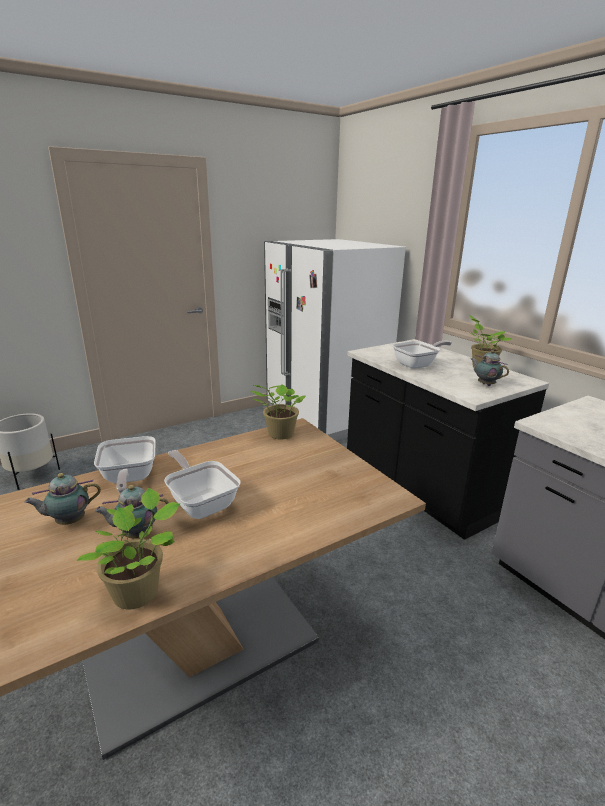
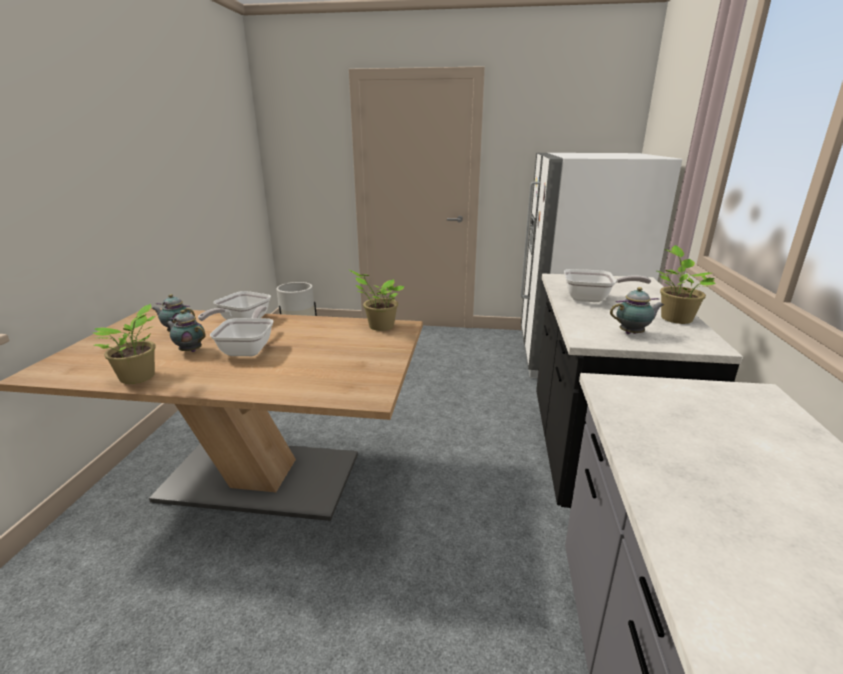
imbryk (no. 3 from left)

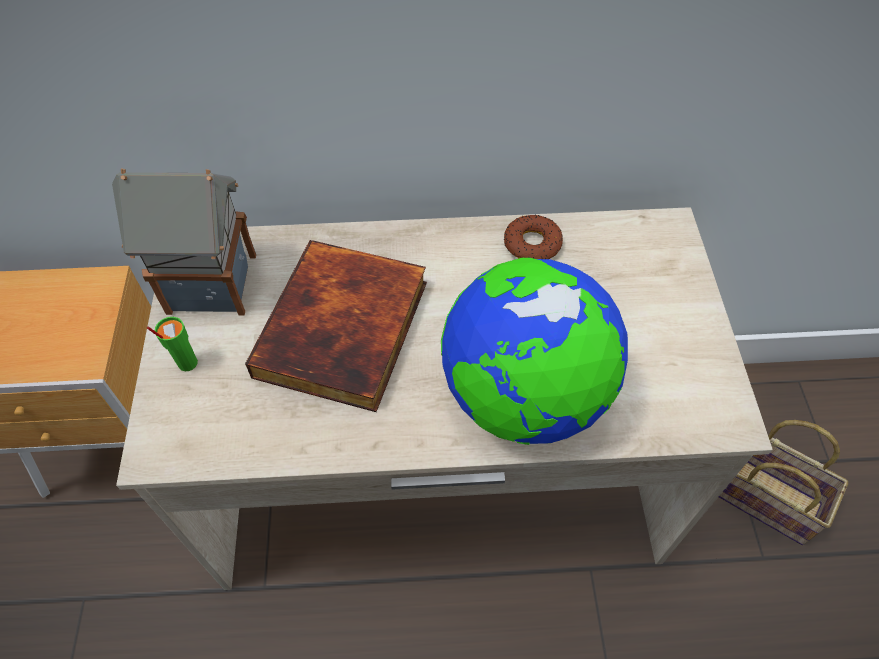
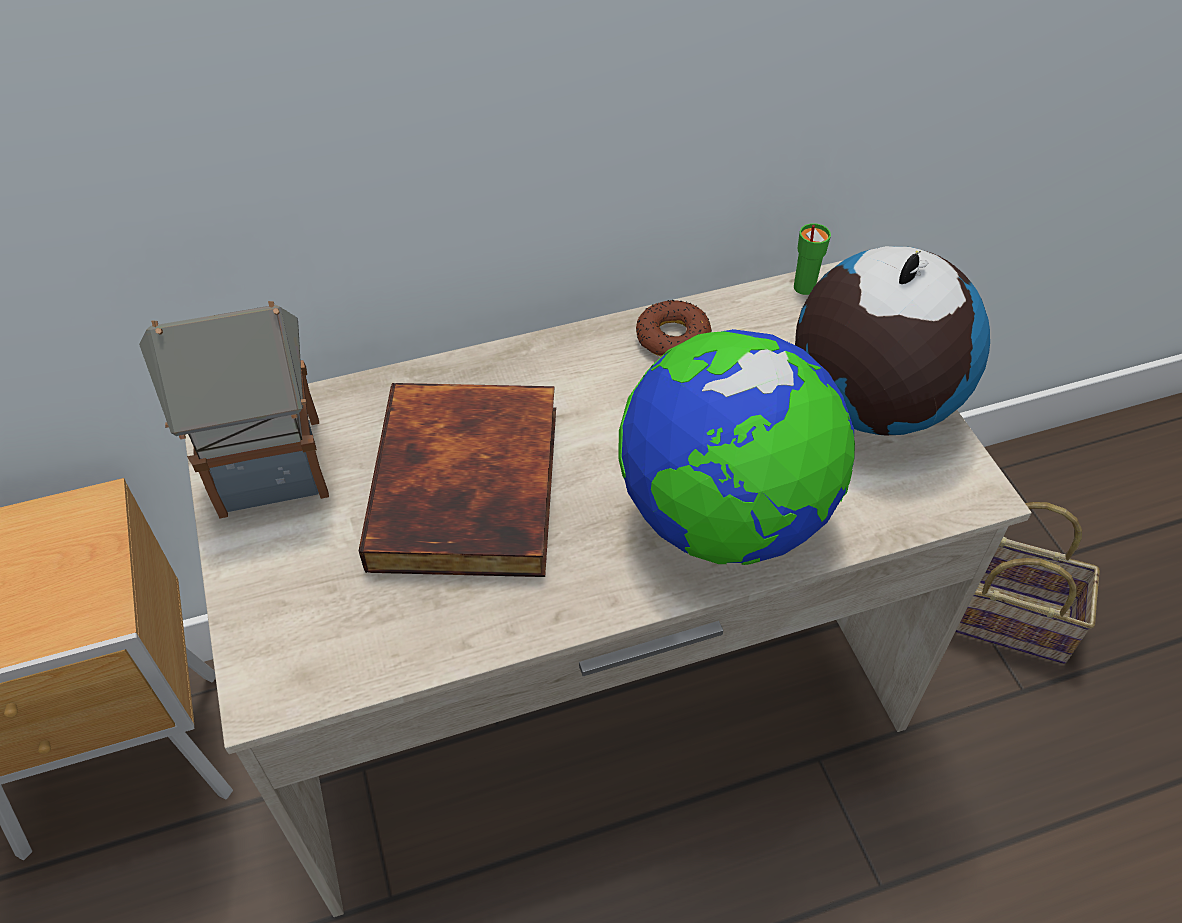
filiżanka [zielony]
globus (no. 2 from left)

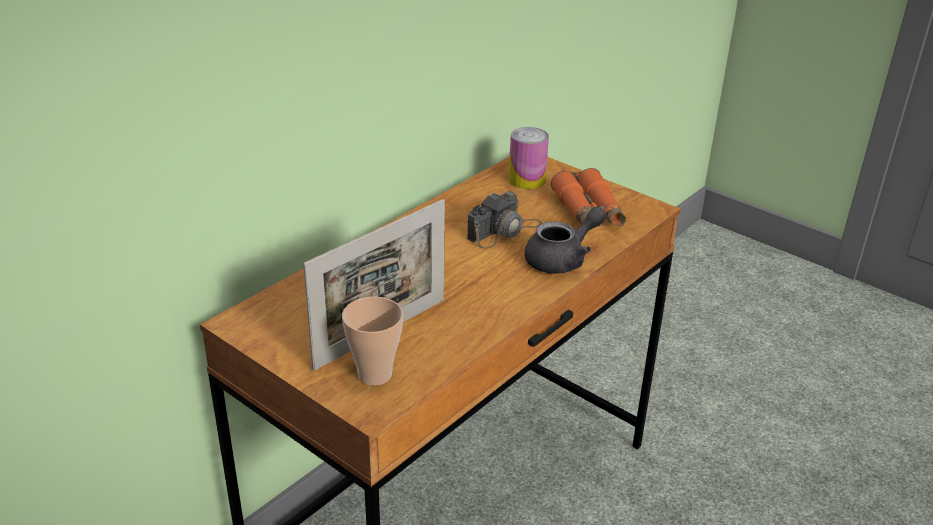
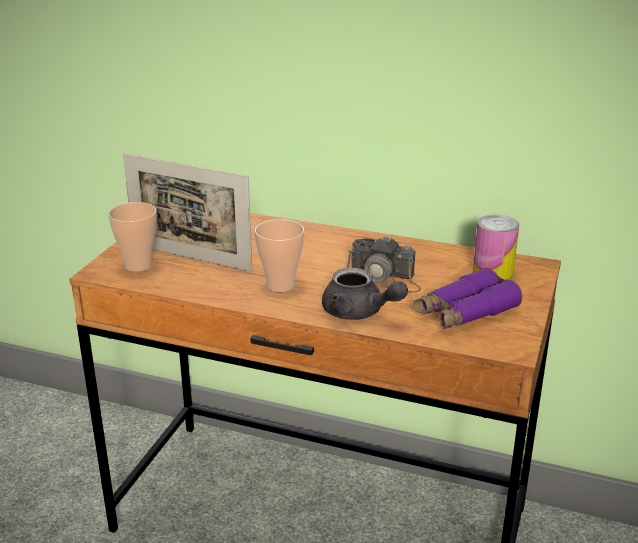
lornetka [fioletowy]
filiżanka (no. 2 from left)

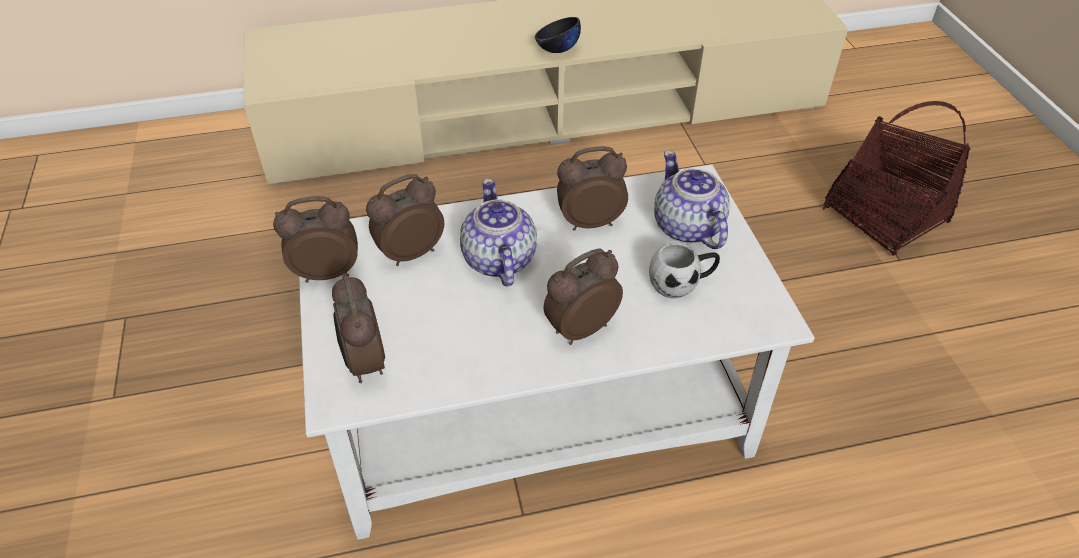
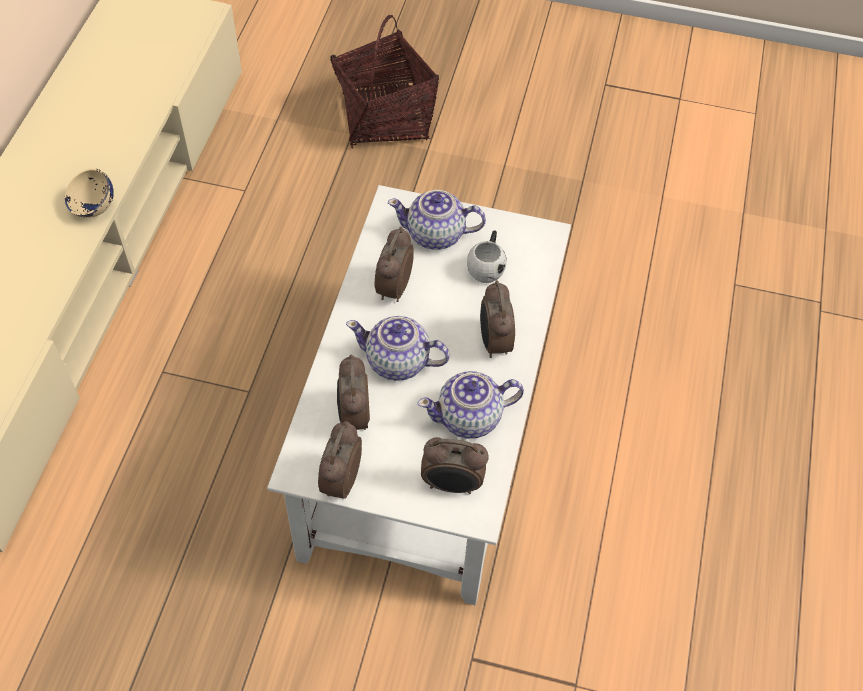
miska [beżowy]
imbryk (no. 3 from left)

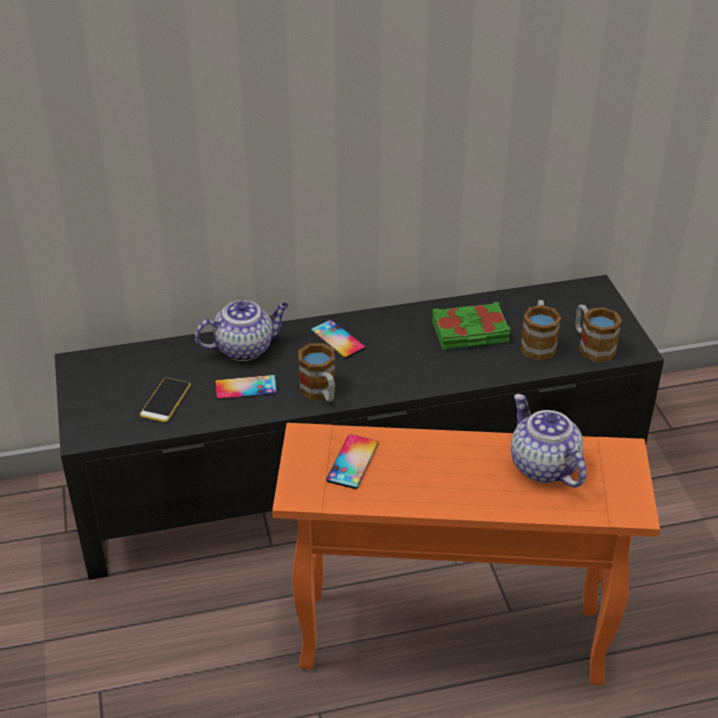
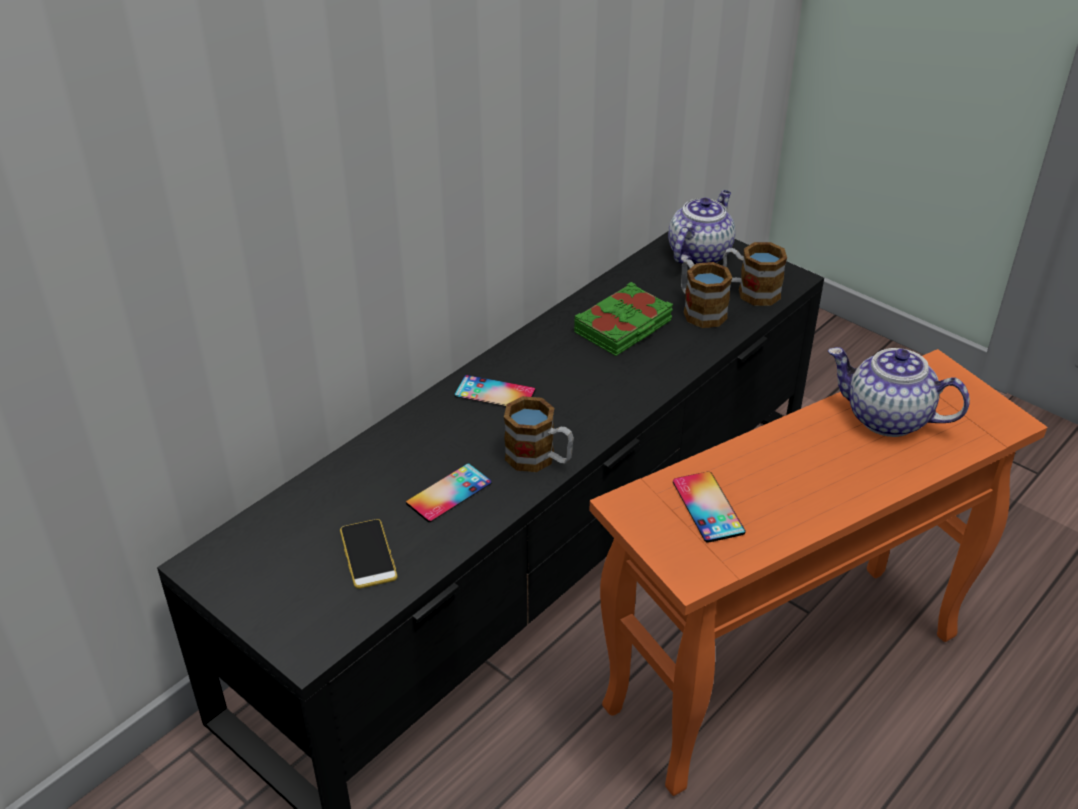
imbryk (no. 1 from left)

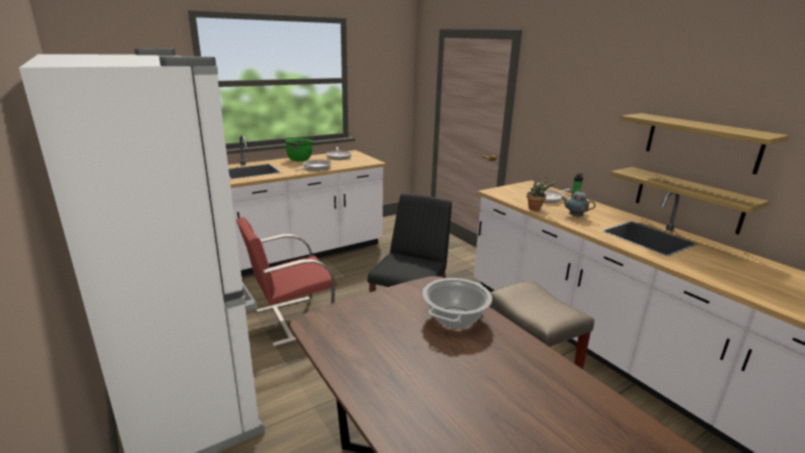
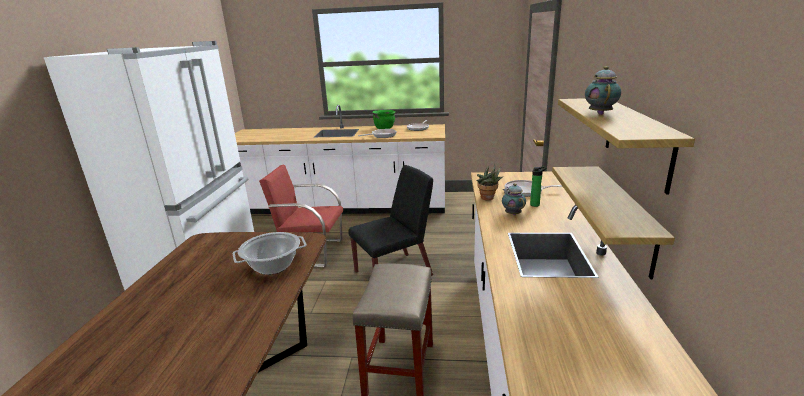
imbryk (no. 2 from left)

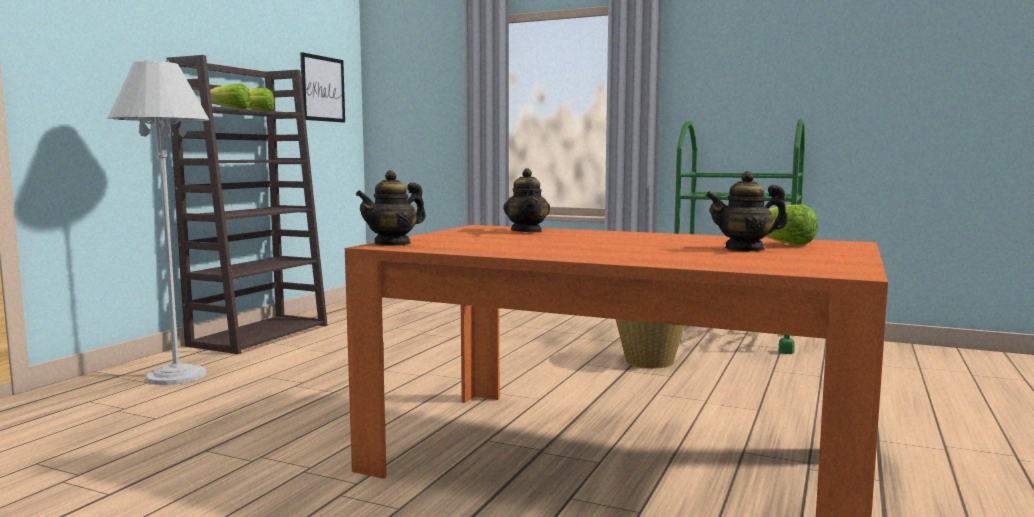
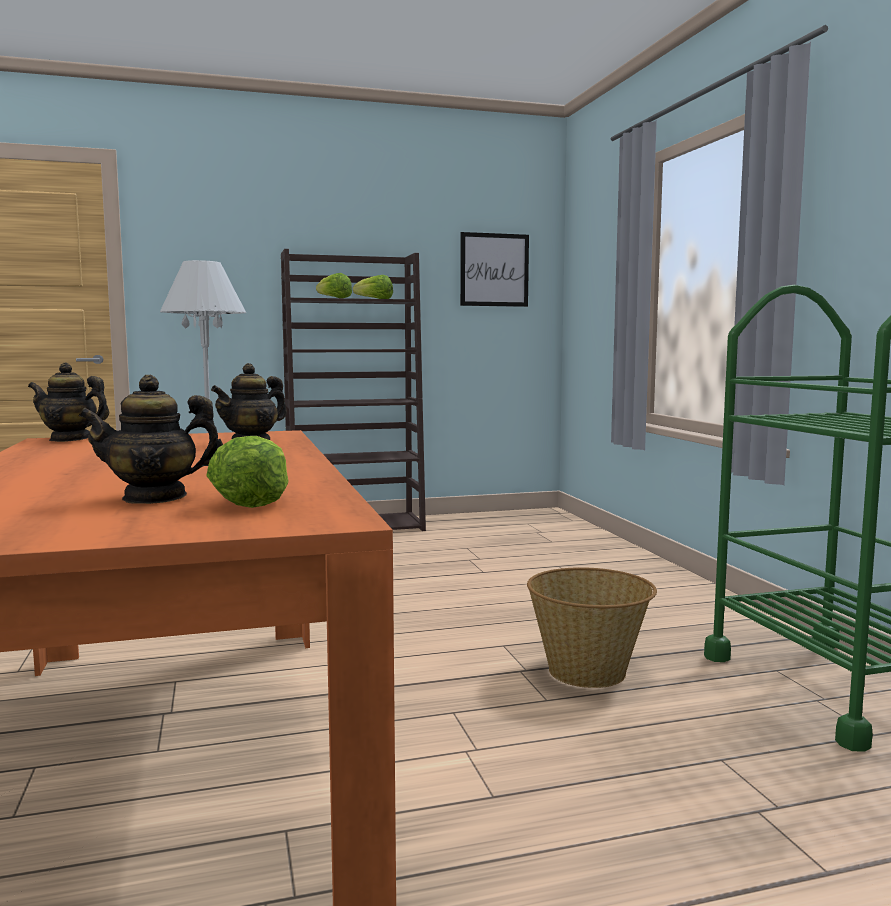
imbryk (no. 2 from left)

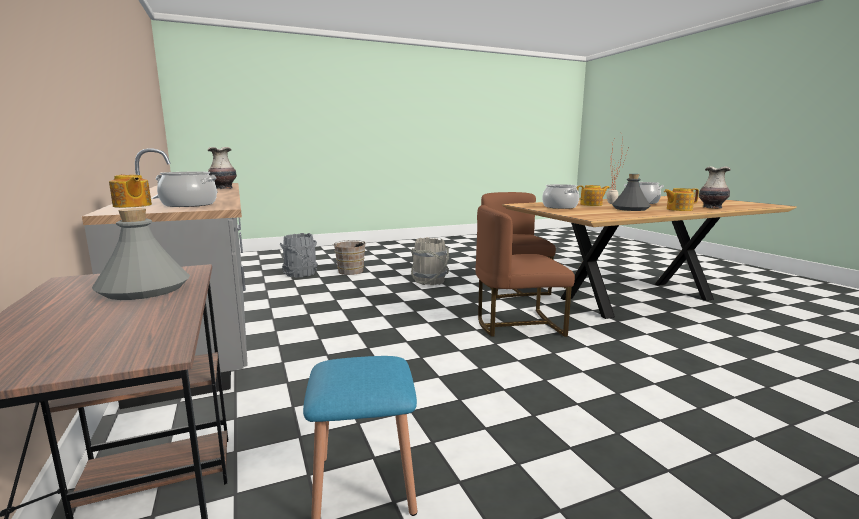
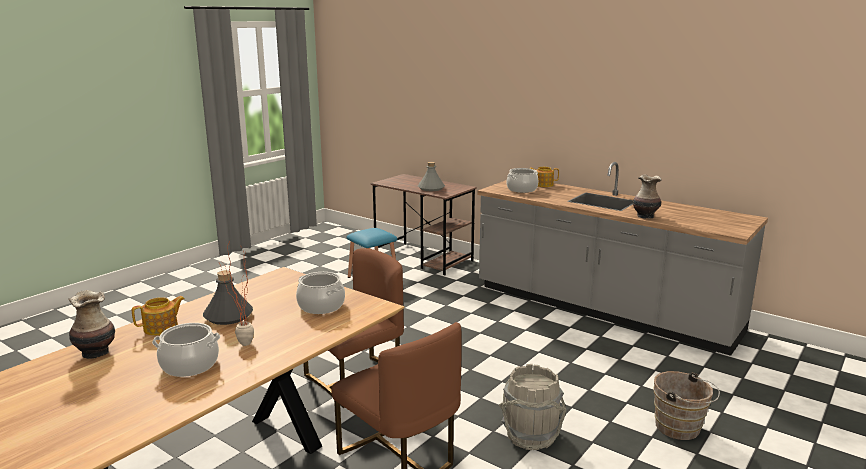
wiadro [szary] (no. 1 from left in the first image)
imbryk (no. 2 from left in the first image)

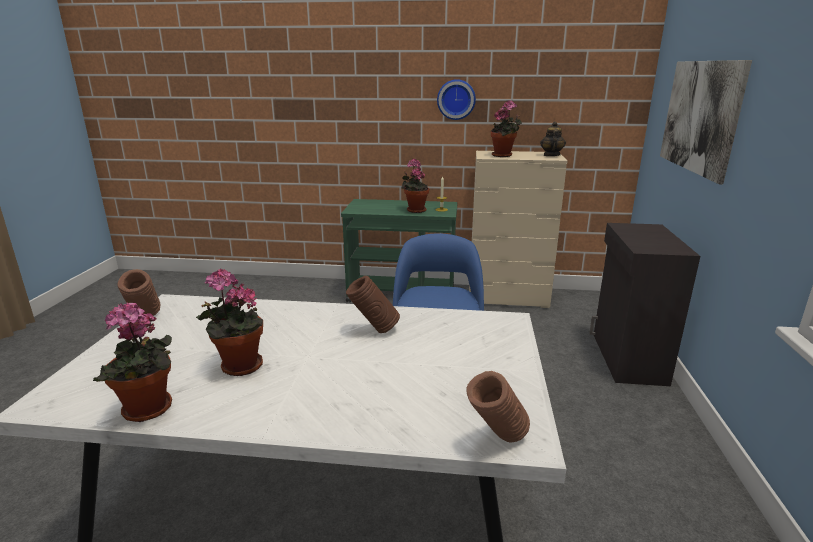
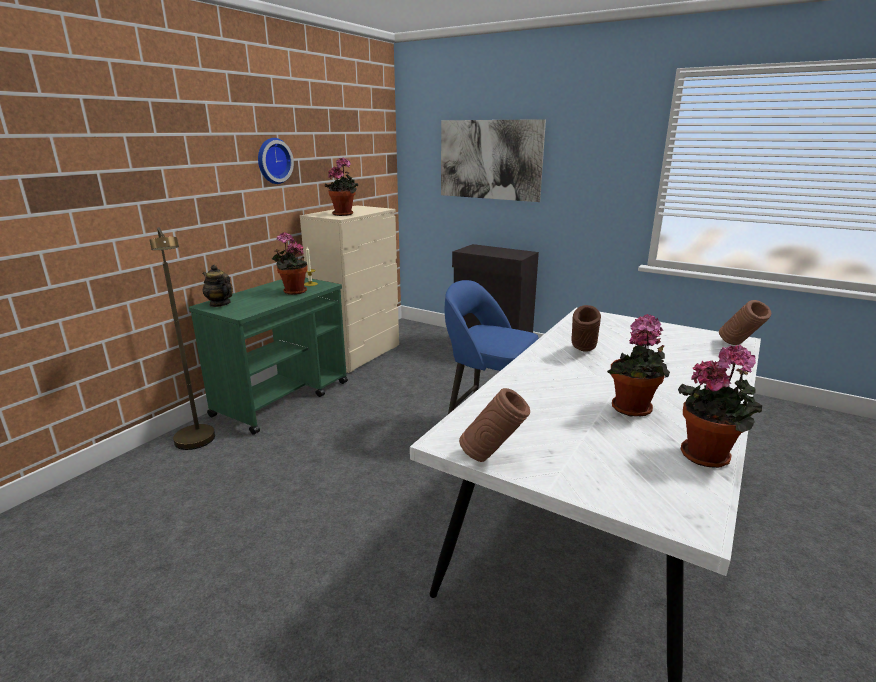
imbryk
lampa stojąca [brązowy]

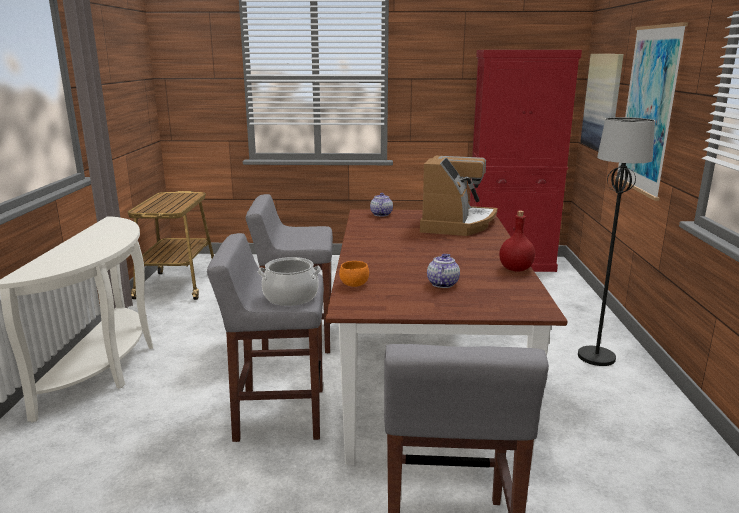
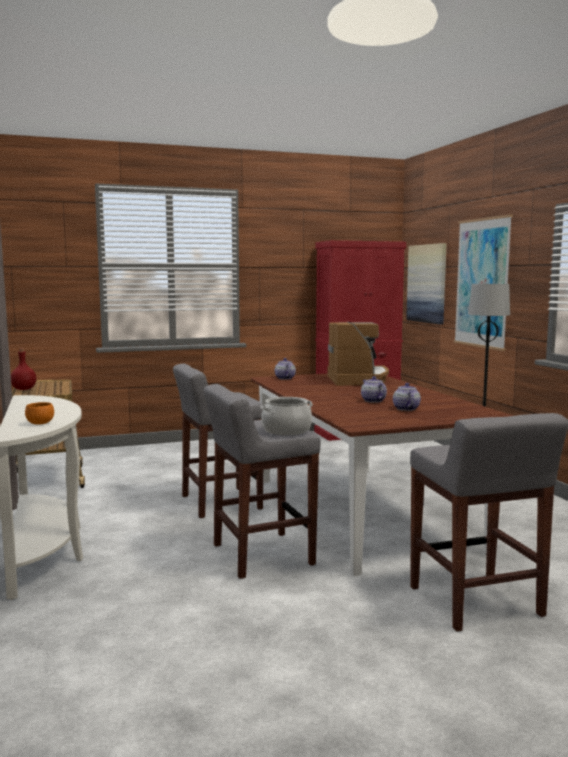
miska [pomarańczowy]
butelka [czerwony]
imbryk (no. 2 from left)

